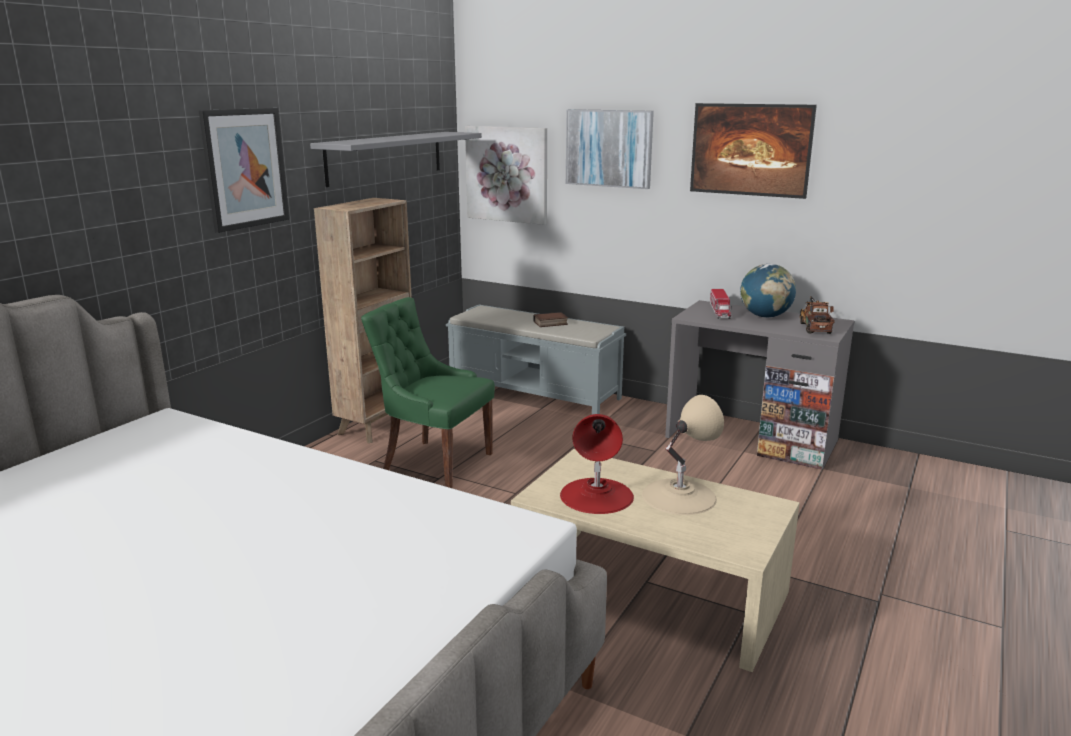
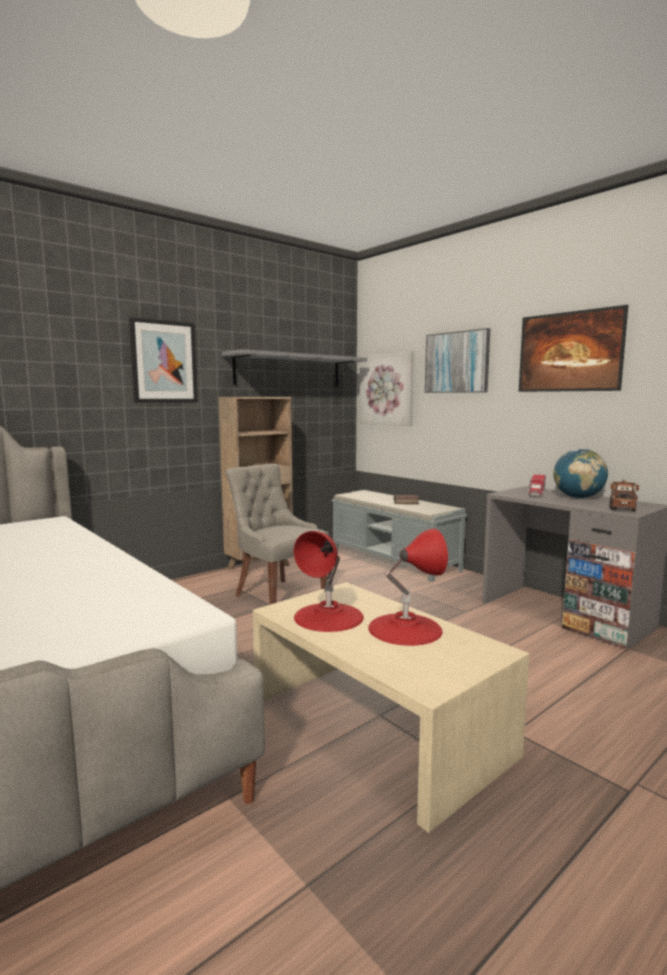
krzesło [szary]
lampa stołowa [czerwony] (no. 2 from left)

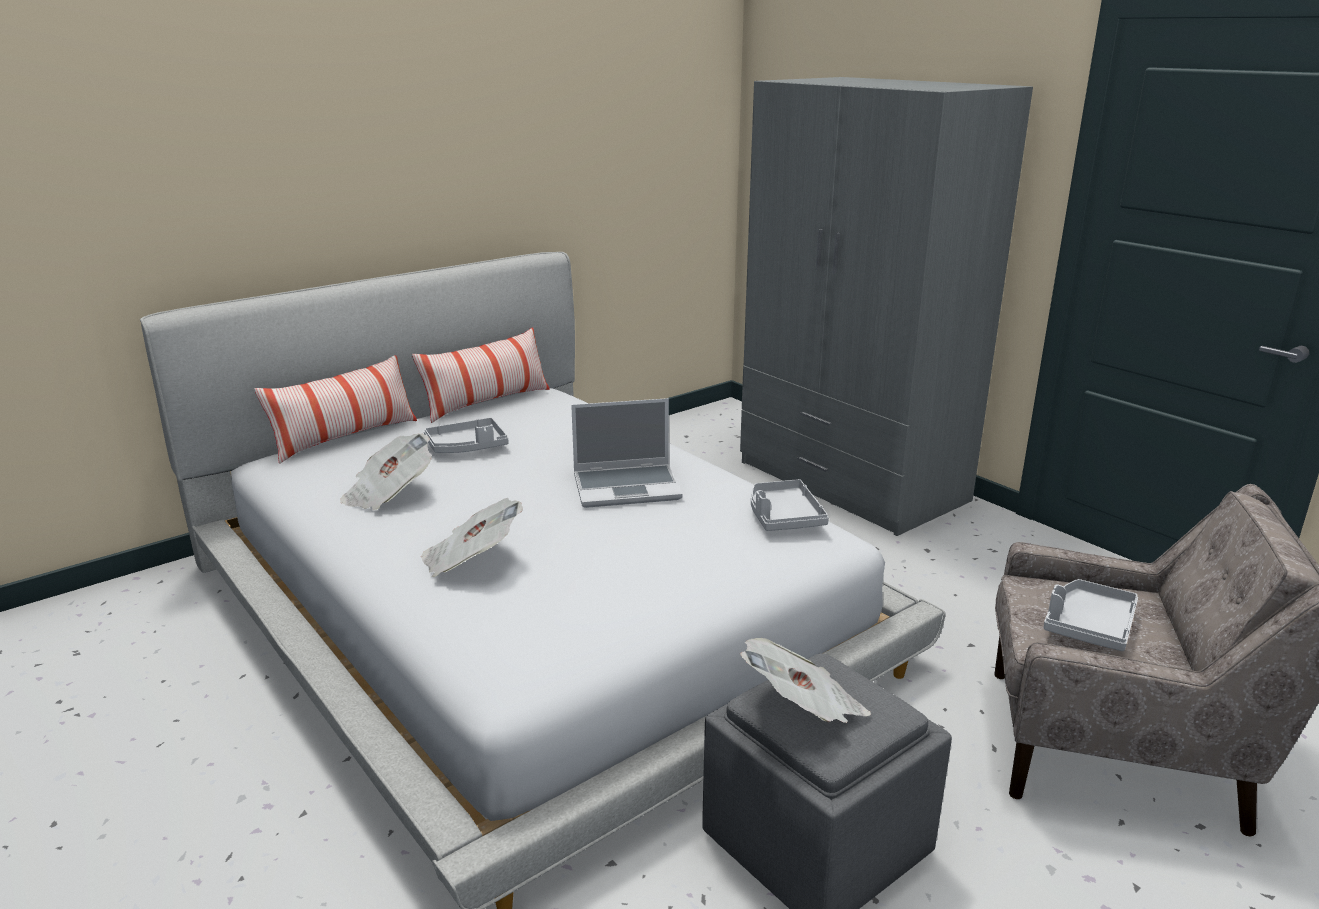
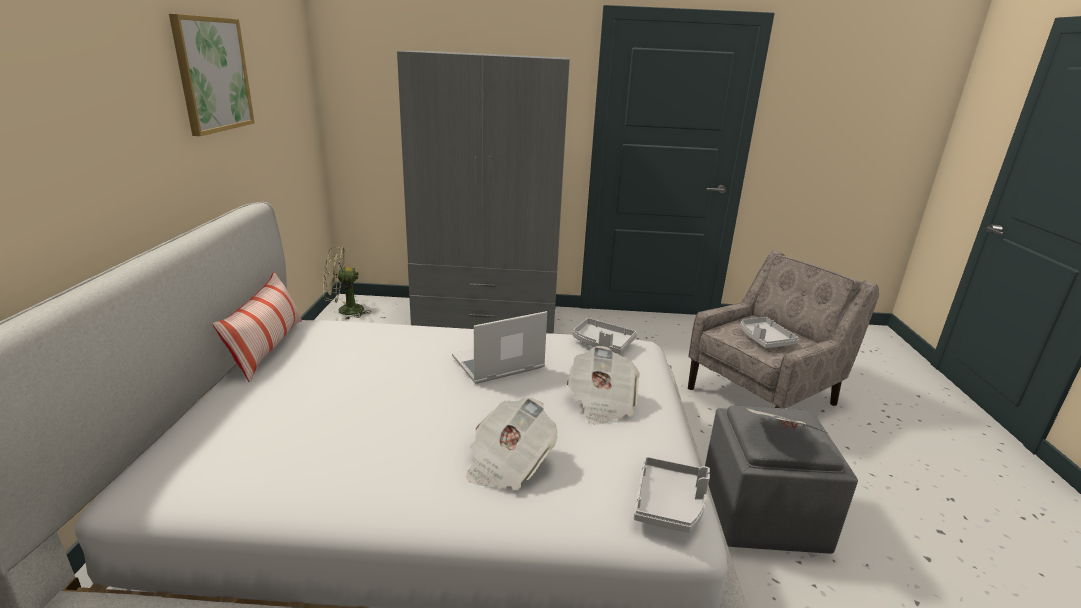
poduszka (no. 1 from left in the first image)
gazeta (no. 2 from left)
taca [szary] (no. 2 from left)
laptop
obraz
wentylator [zielony]

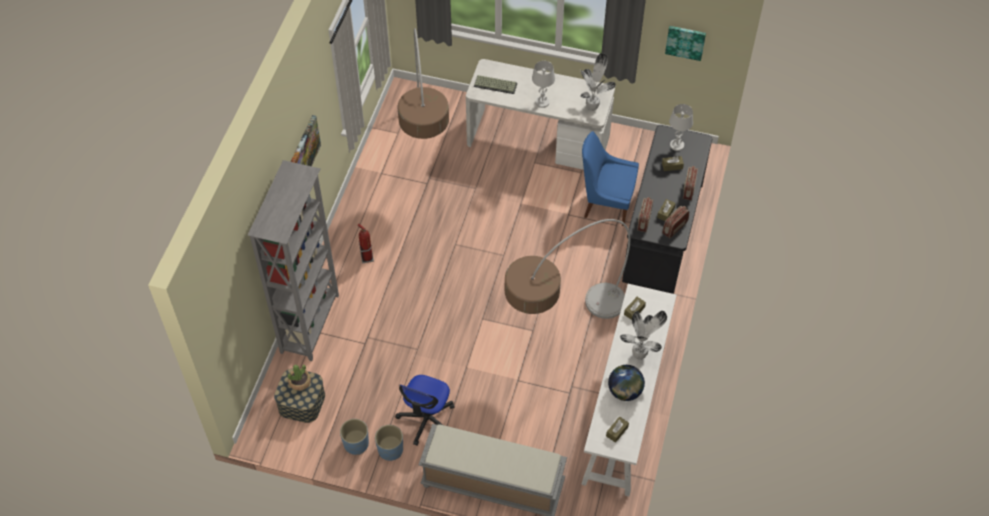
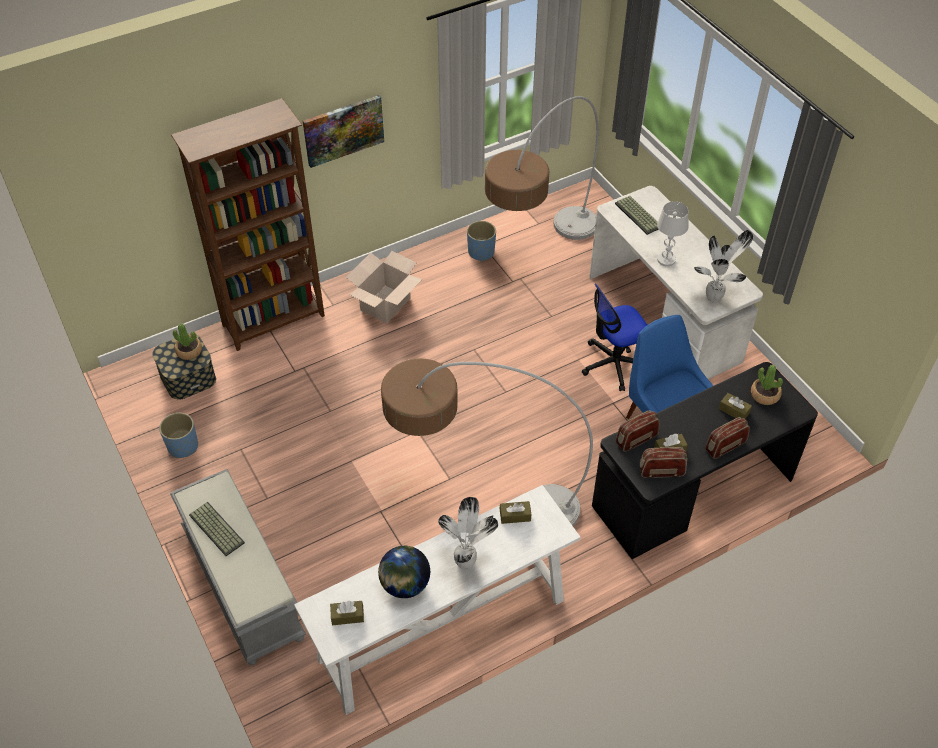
regał [brązowy]
karton
donica [niebieski] (no. 2 from left)
krzesło biurowe
obraz (no. 2 from left in the first image)
roślina doniczkowa (no. 4 from left)
klawiatura (no. 1 from left)

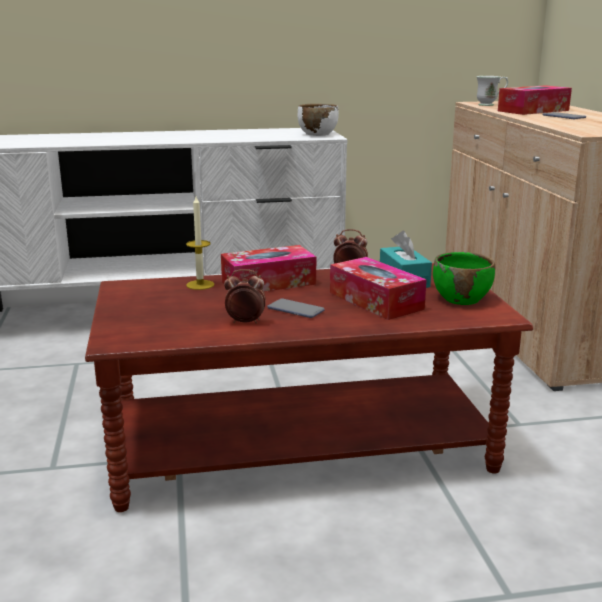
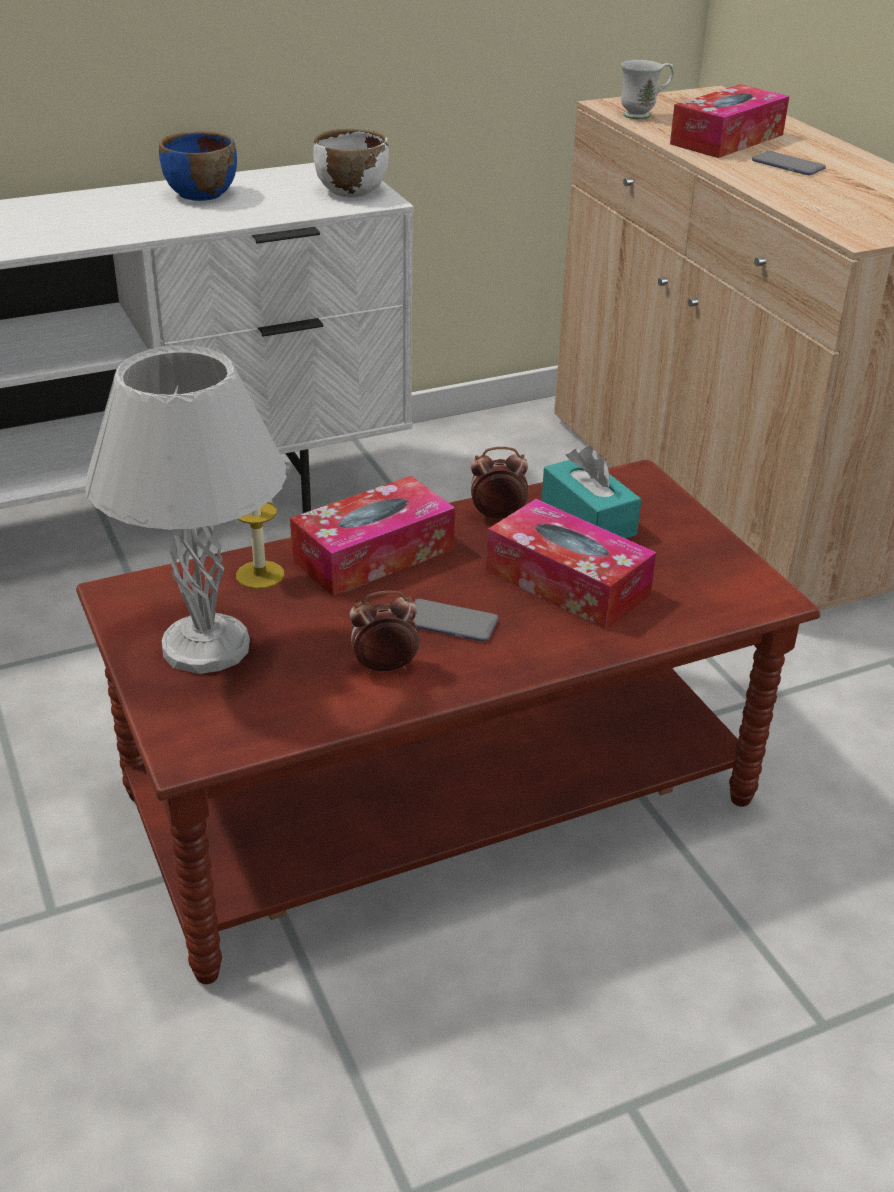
miska [zielony]
lampa stołowa [biały]
miska [niebieski]

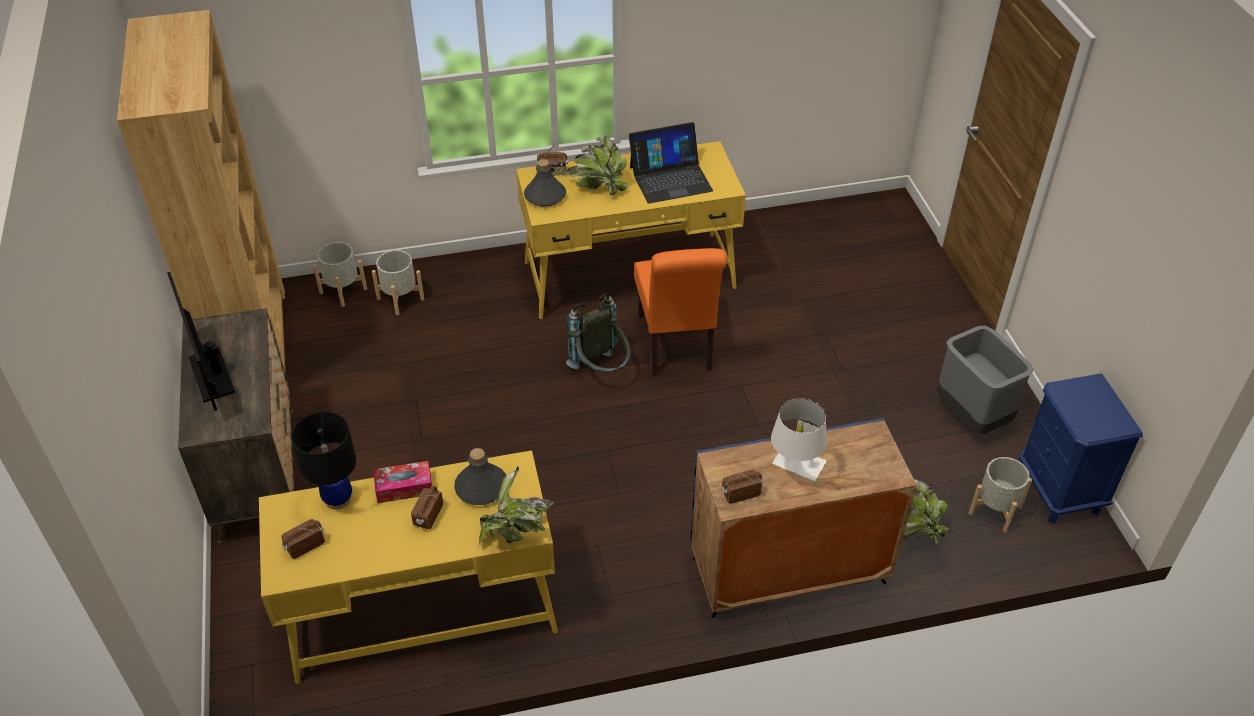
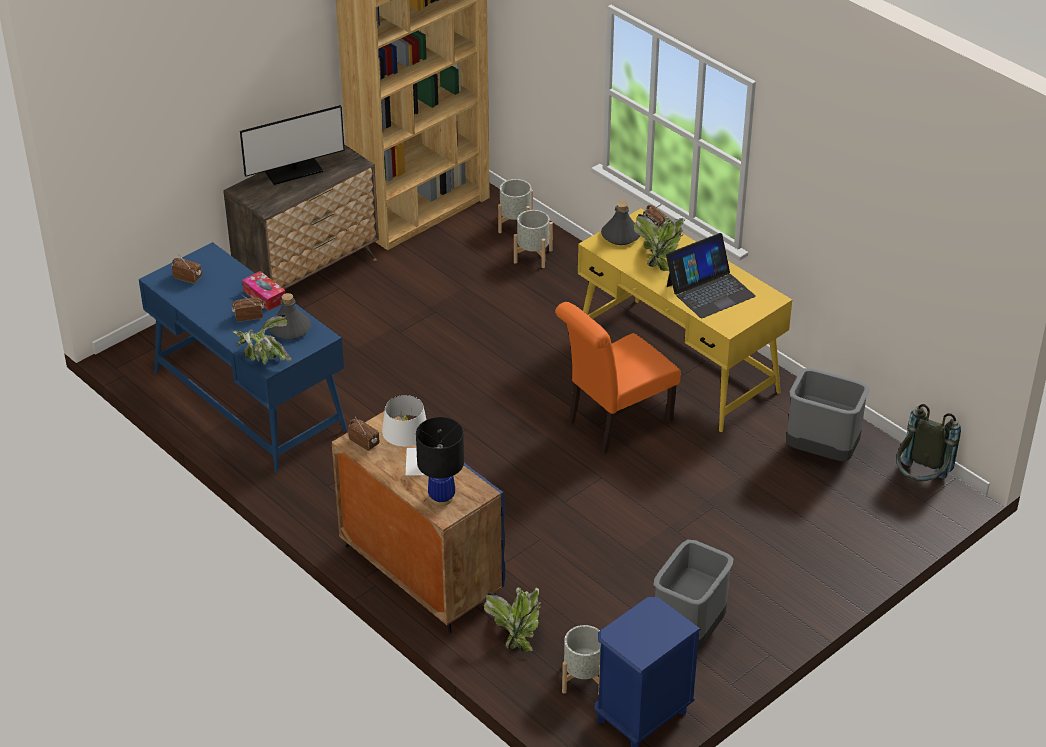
monitor
biurko [niebieski]
lampa stołowa [czarny]
plecak [szary]
laptop
kosz na śmieci [szary] (no. 2 from left)

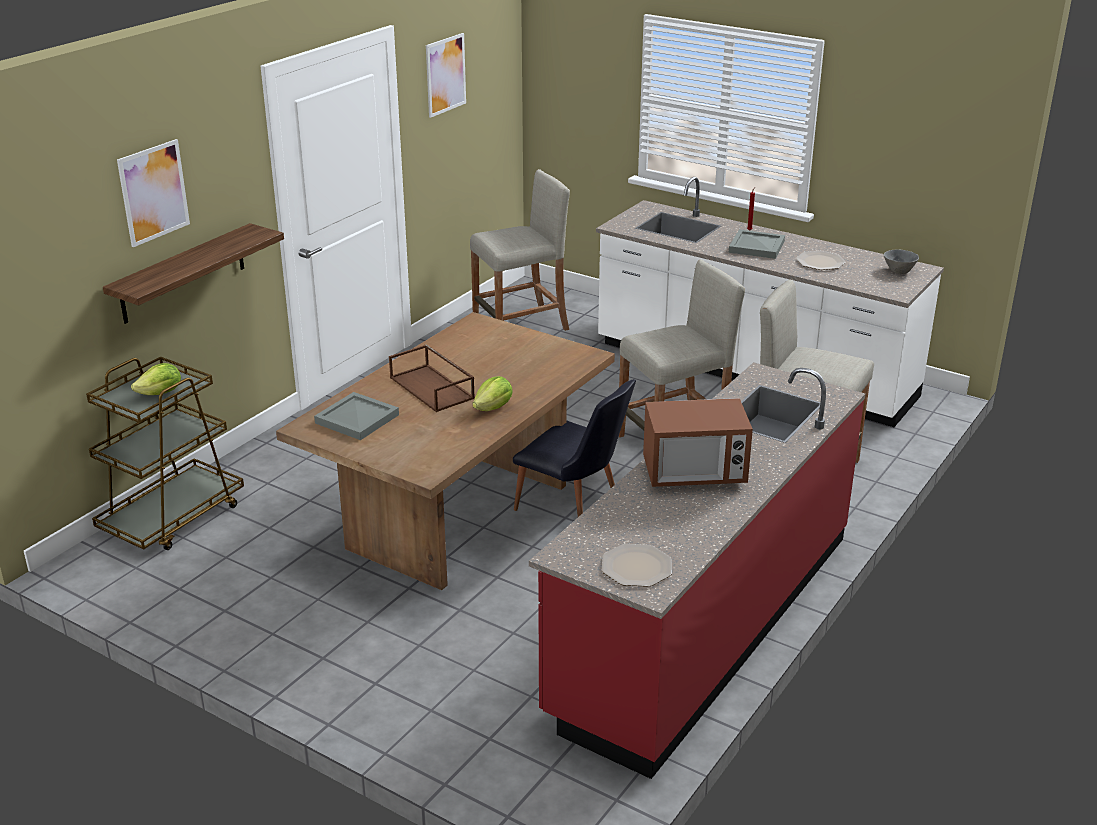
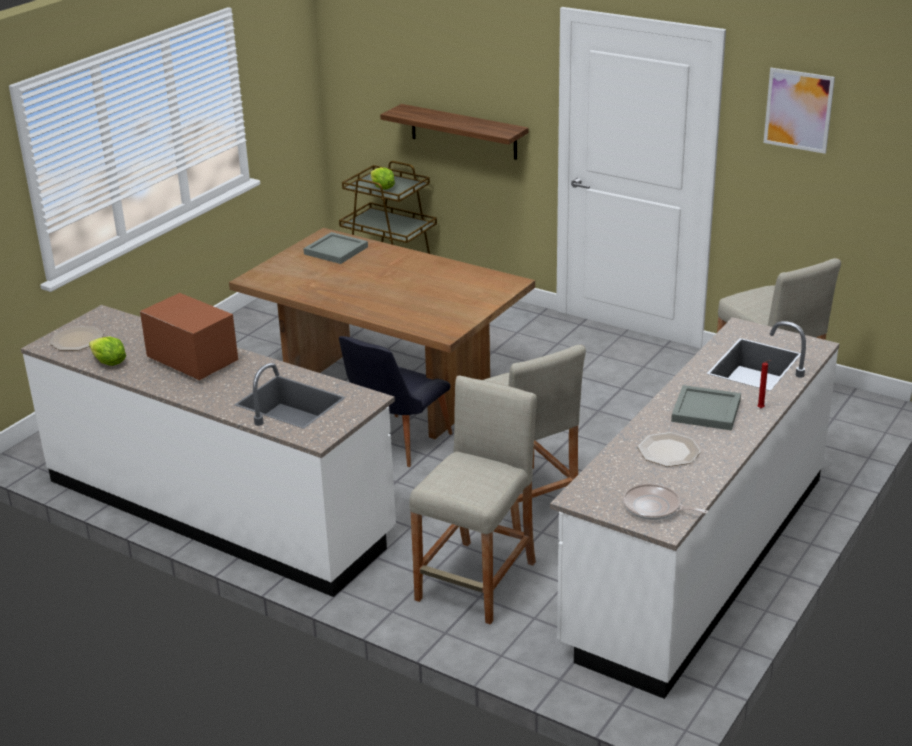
obraz (no. 1 from left in the first image)
taca [brązowy]
sałata (no. 1 from left)
zabudowa kuchenna [biały] (no. 1 from left)
mikrofalówka
patelnia

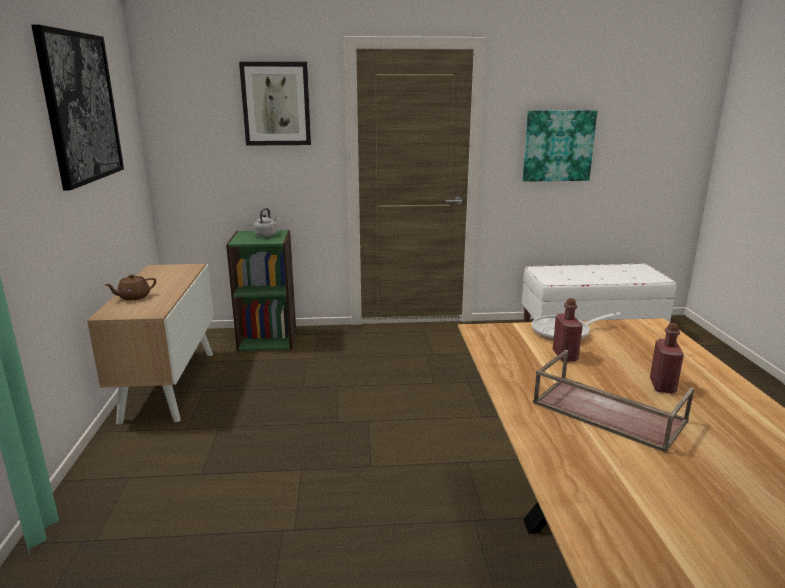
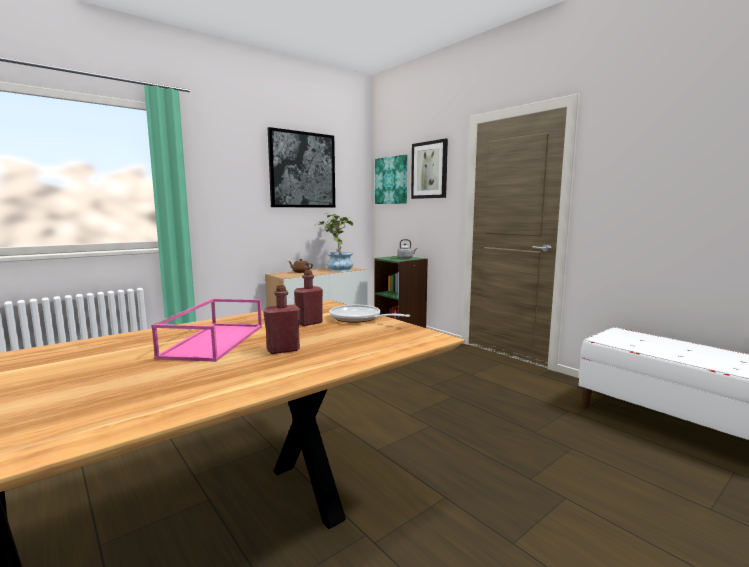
obraz (no. 2 from left)
taca [różowy]
roślina doniczkowa

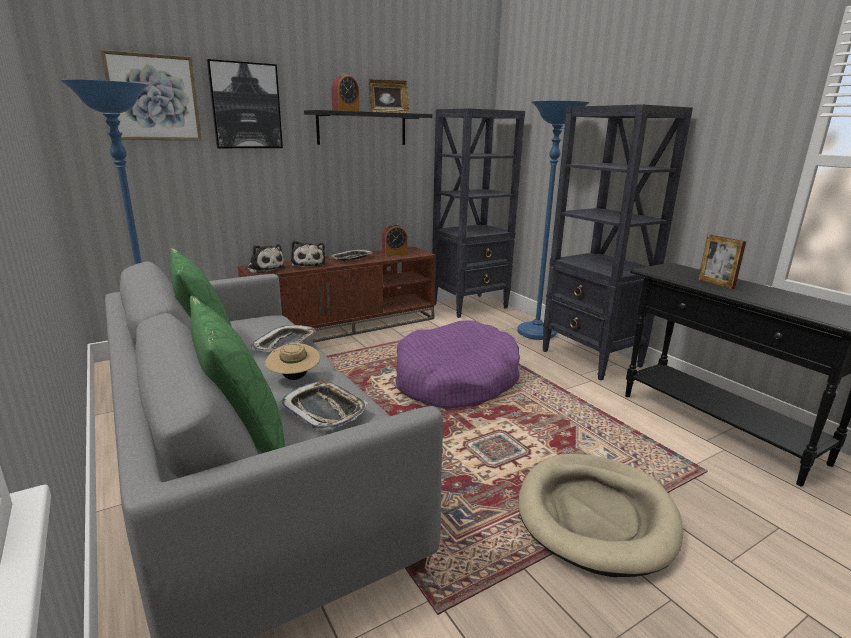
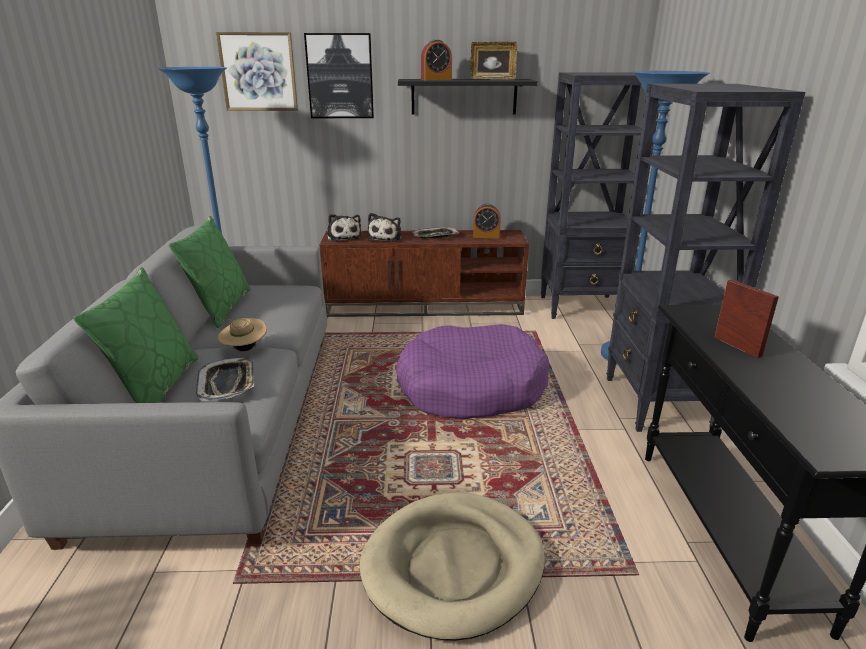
taca (no. 1 from left in the first image)
ramka na zdjęcie (no. 2 from left)

